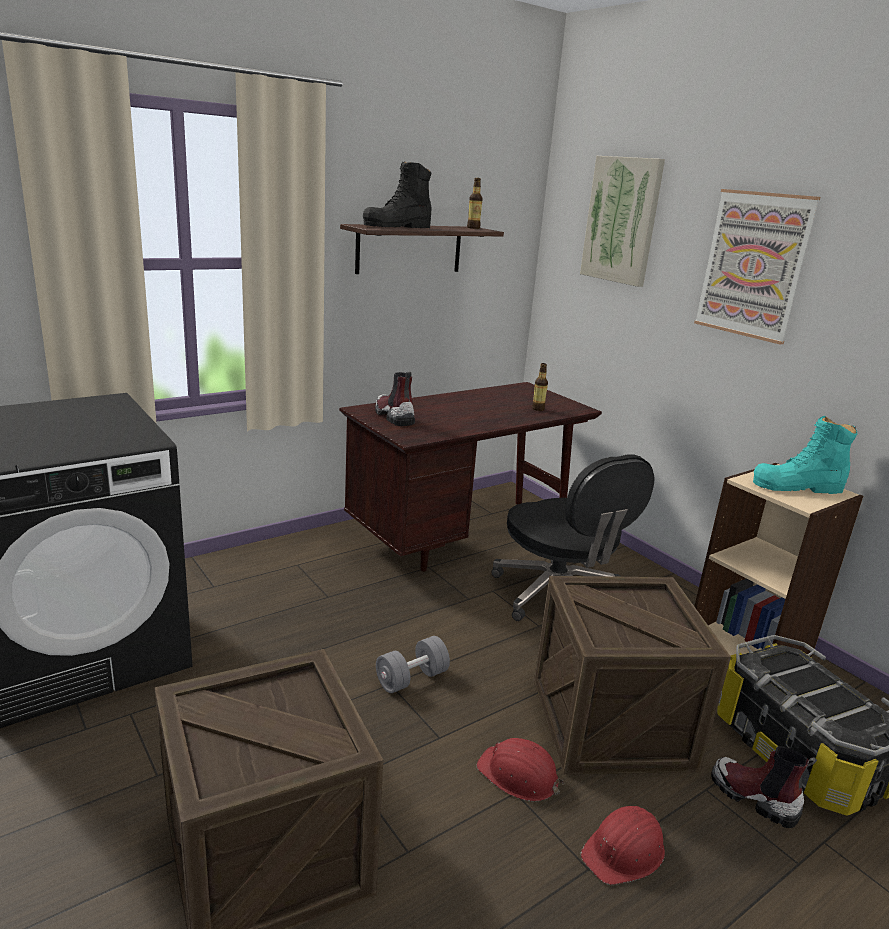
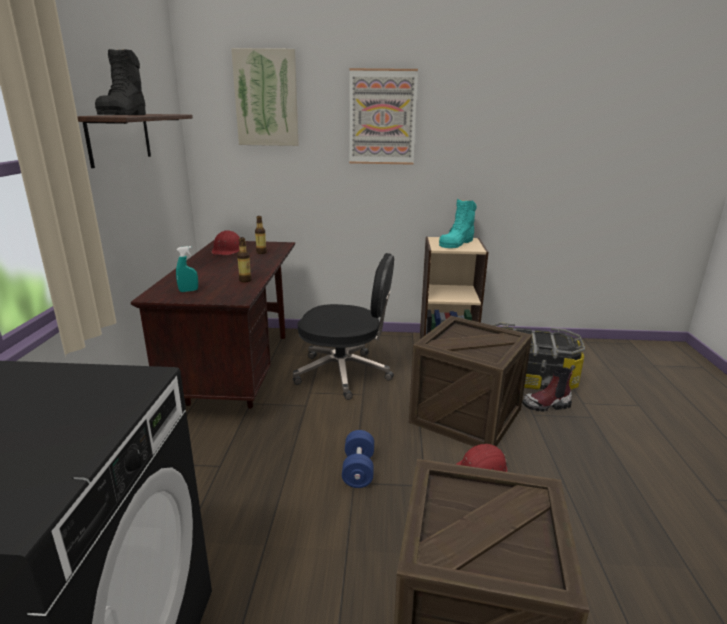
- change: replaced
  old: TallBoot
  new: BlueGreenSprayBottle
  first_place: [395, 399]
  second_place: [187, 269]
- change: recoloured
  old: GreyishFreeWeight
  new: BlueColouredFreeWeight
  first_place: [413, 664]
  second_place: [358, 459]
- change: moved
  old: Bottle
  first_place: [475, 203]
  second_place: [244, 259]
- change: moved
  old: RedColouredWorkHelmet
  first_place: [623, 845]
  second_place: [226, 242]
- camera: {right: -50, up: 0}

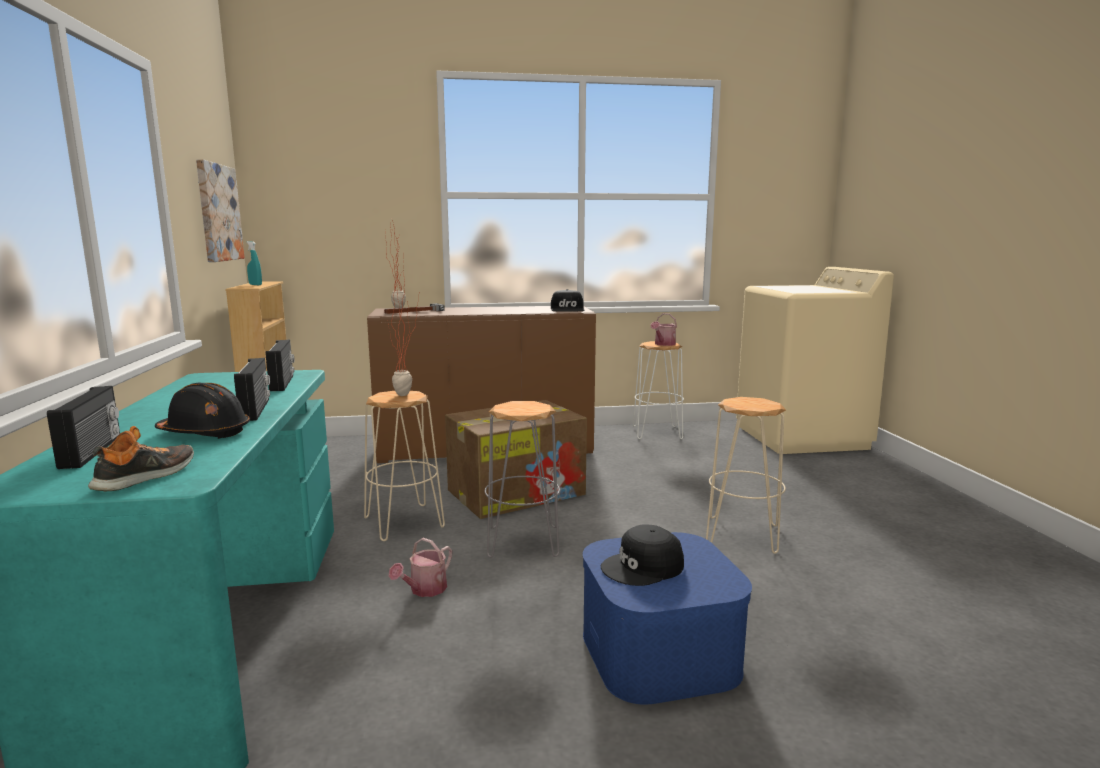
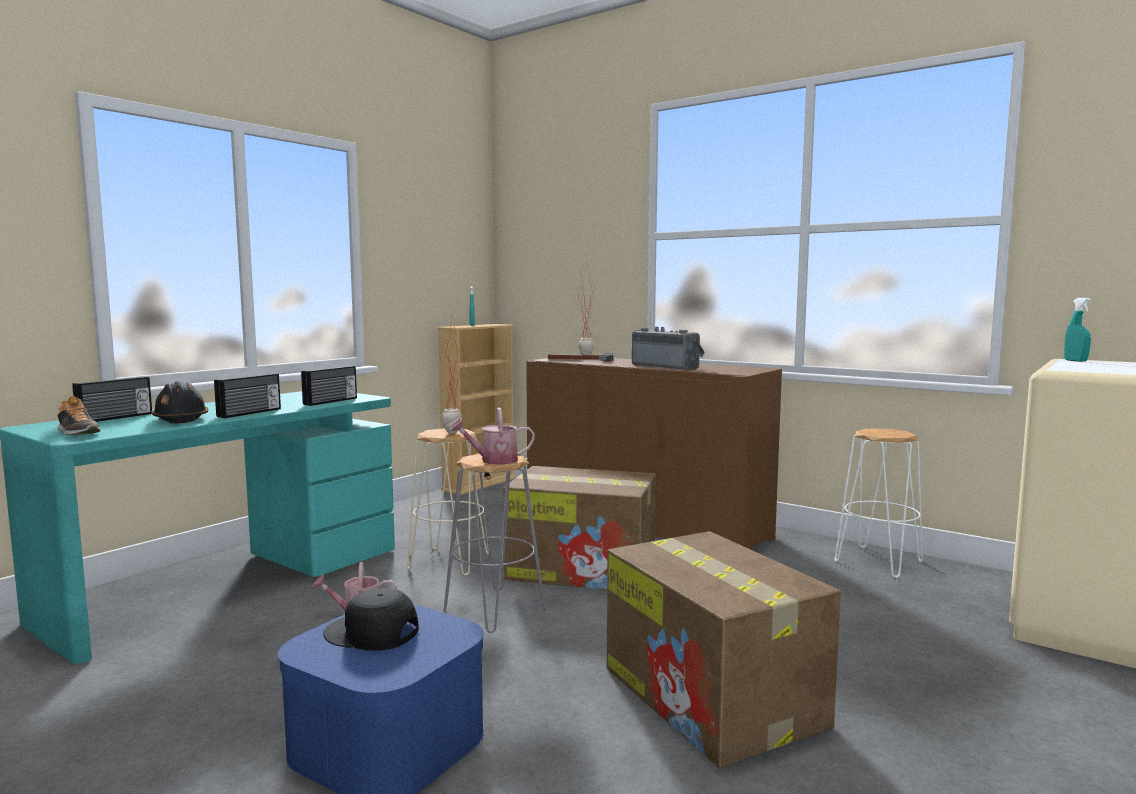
- change: turned
  old: Shoe
  first_place: [141, 458]
  second_place: [79, 415]
  degrees: 60
- change: removed
  old: WallArt
  first_place: [220, 210]
- change: removed
  old: BlackBaseballCap
  first_place: [568, 300]
- change: moved
  old: SprinklingCan
  first_place: [664, 329]
  second_place: [492, 436]
- change: replaced
  old: BeigeColouredStool
  new: CardboardBox
  first_place: [746, 475]
  second_place: [724, 649]
- change: added
  new: Radio
  second_place: [668, 348]
- change: added
  new: BlueGreenSprayBottle
  second_place: [1077, 330]
- camera: {right: 45, up: -5}

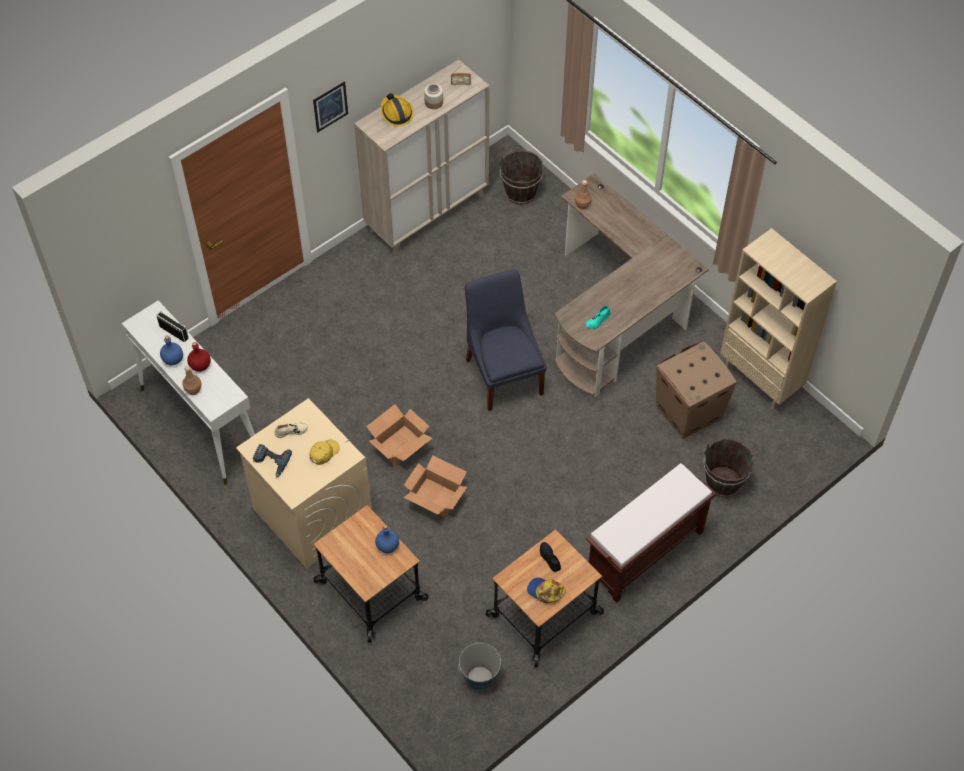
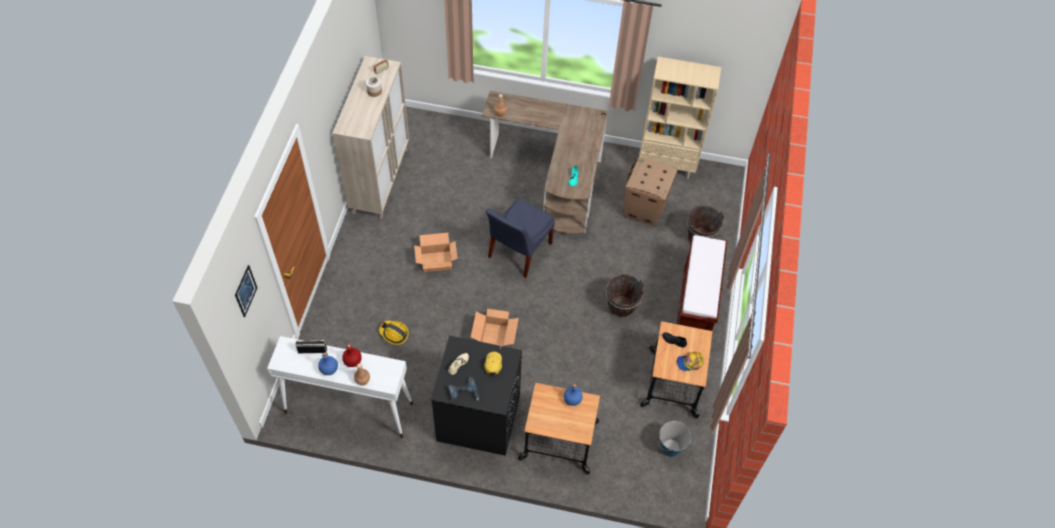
- change: recoloured
  old: BeigeColouredLaundryMachine
  new: BlackLaundryMachine
  first_place: [304, 483]
  second_place: [476, 396]
- change: moved
  old: WallArt
  first_place: [330, 106]
  second_place: [246, 291]
- change: moved
  old: WorkHelmet
  first_place: [397, 110]
  second_place: [394, 333]
- change: moved
  old: CardboardBox
  first_place: [435, 486]
  second_place: [436, 252]
- change: turned
  old: BlueColouredPlainChair
  first_place: [506, 340]
  second_place: [520, 238]
  degrees: -90
- change: moved
  old: BrownBucket
  first_place: [521, 177]
  second_place: [625, 296]
- camera: {right: -40, up: 0}

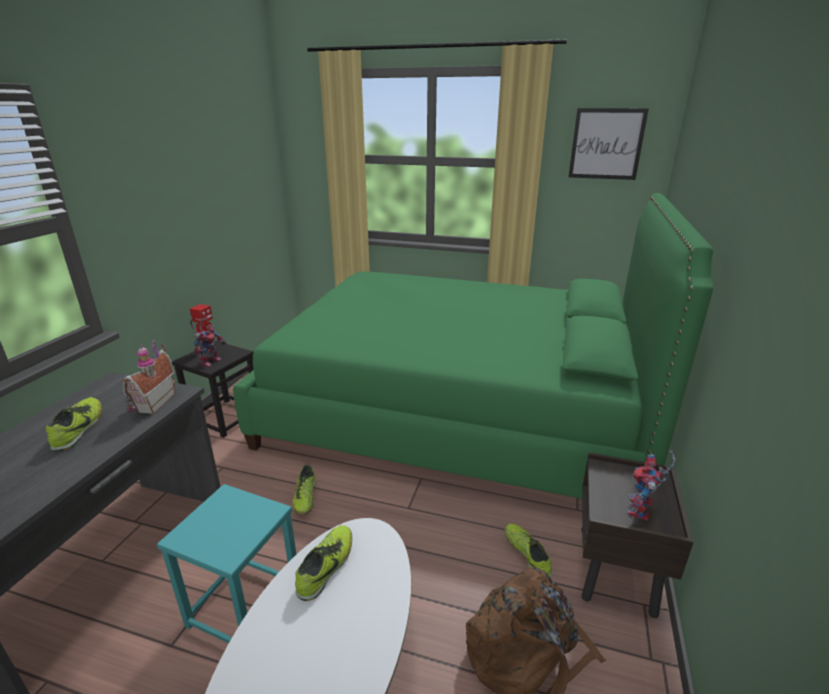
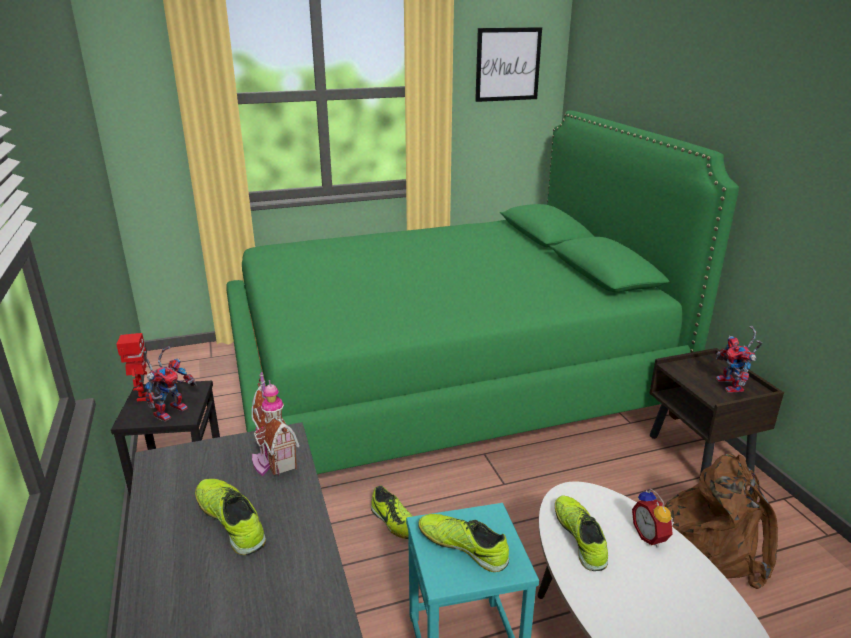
- change: turned
  old: ModelRobot
  first_place: [208, 342]
  second_place: [170, 384]
  degrees: 45
- change: moved
  old: Shoe
  first_place: [528, 551]
  second_place: [463, 543]
- change: added
  new: BedsideClock
  second_place: [653, 518]
- camera: {right: -35, up: 0}

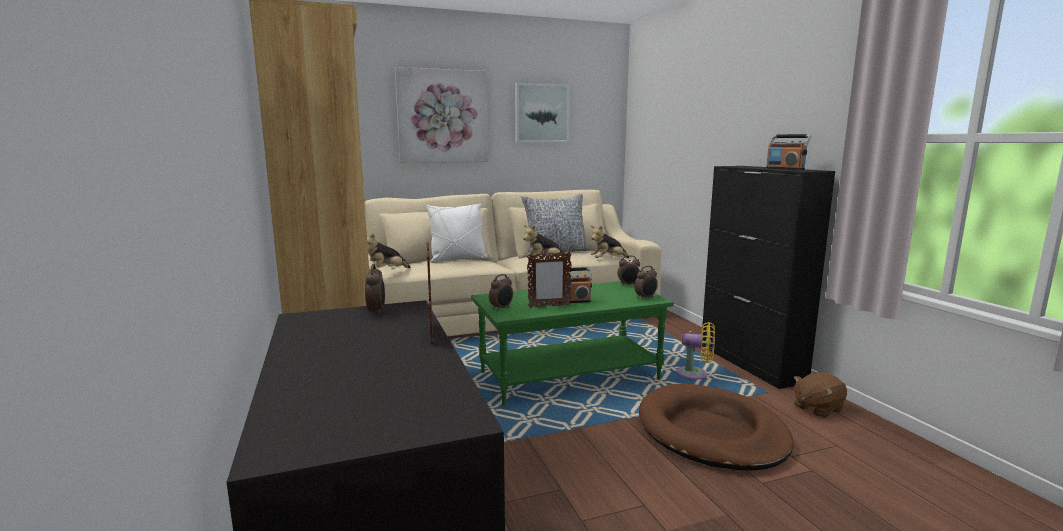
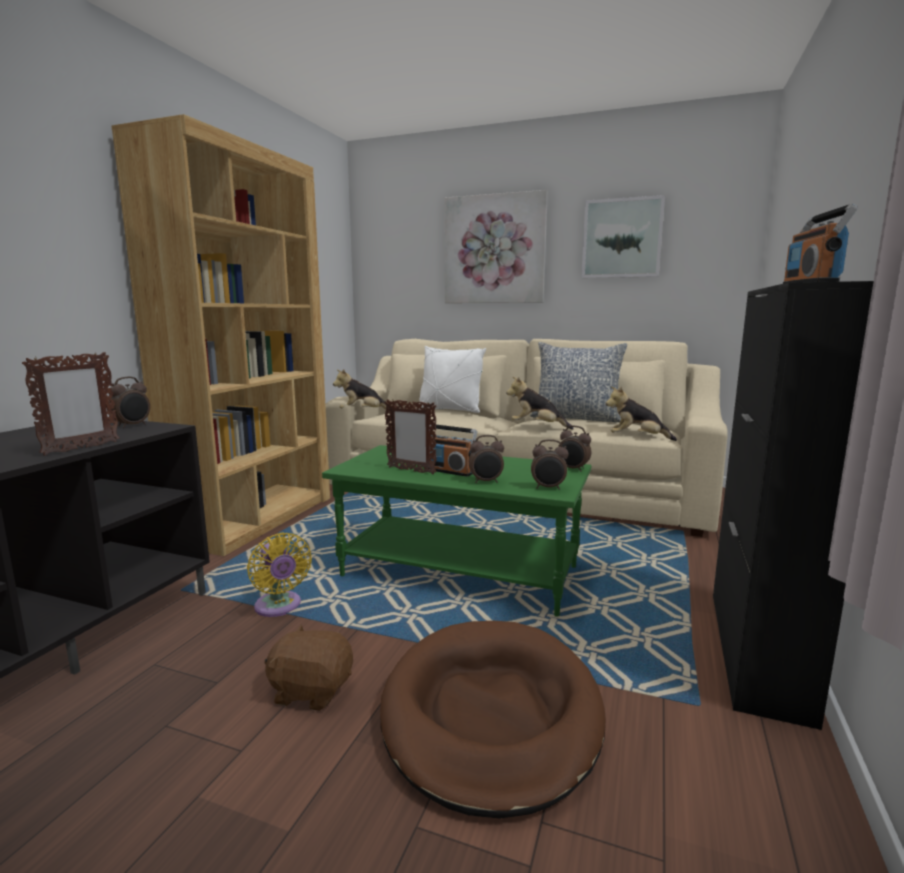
- change: moved
  old: BedsideClock
  first_place: [501, 292]
  second_place: [486, 459]
- change: moved
  old: YellowishFan
  first_place: [695, 351]
  second_place: [279, 574]
- change: moved
  old: BrownPlushToy
  first_place: [820, 395]
  second_place: [308, 667]
- camera: {right: 40, up: 0}

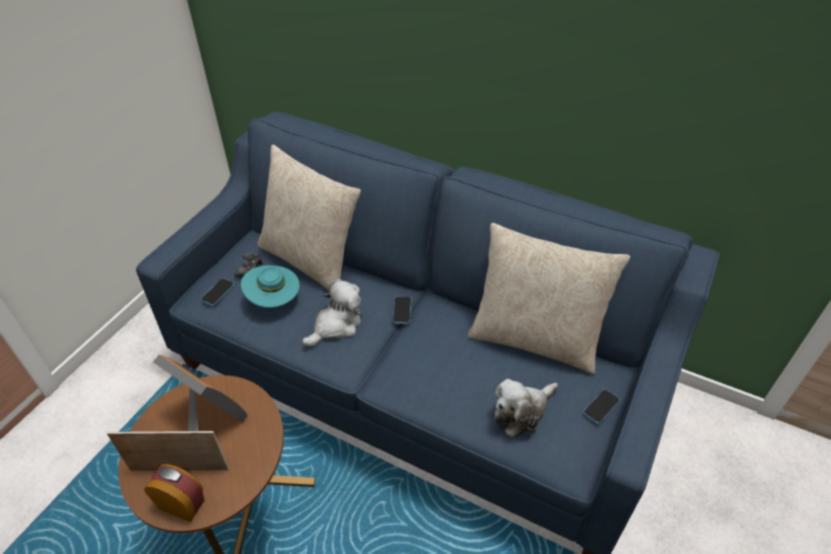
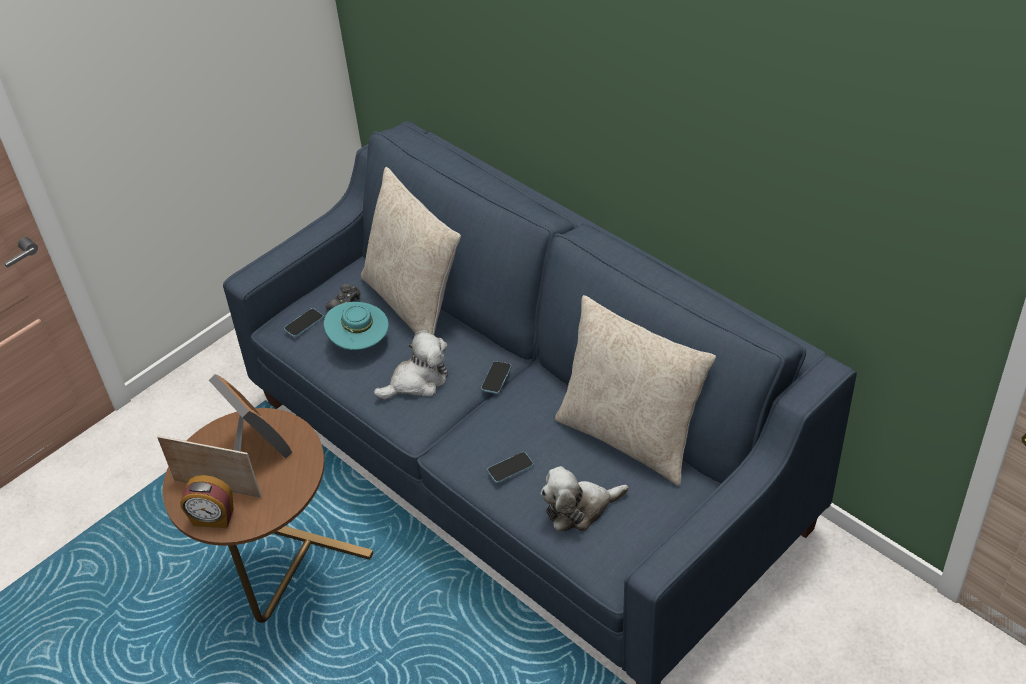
- change: turned
  old: BedsideClock
  first_place: [174, 493]
  second_place: [207, 501]
  degrees: 150
- change: moved
  old: Handset
  first_place: [601, 406]
  second_place: [510, 467]
- camera: {right: 20, up: 0}

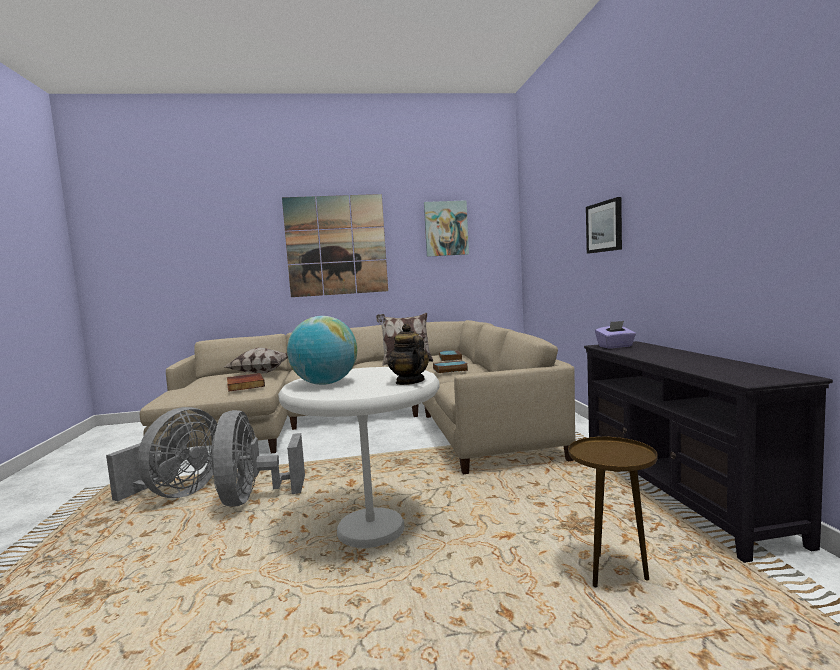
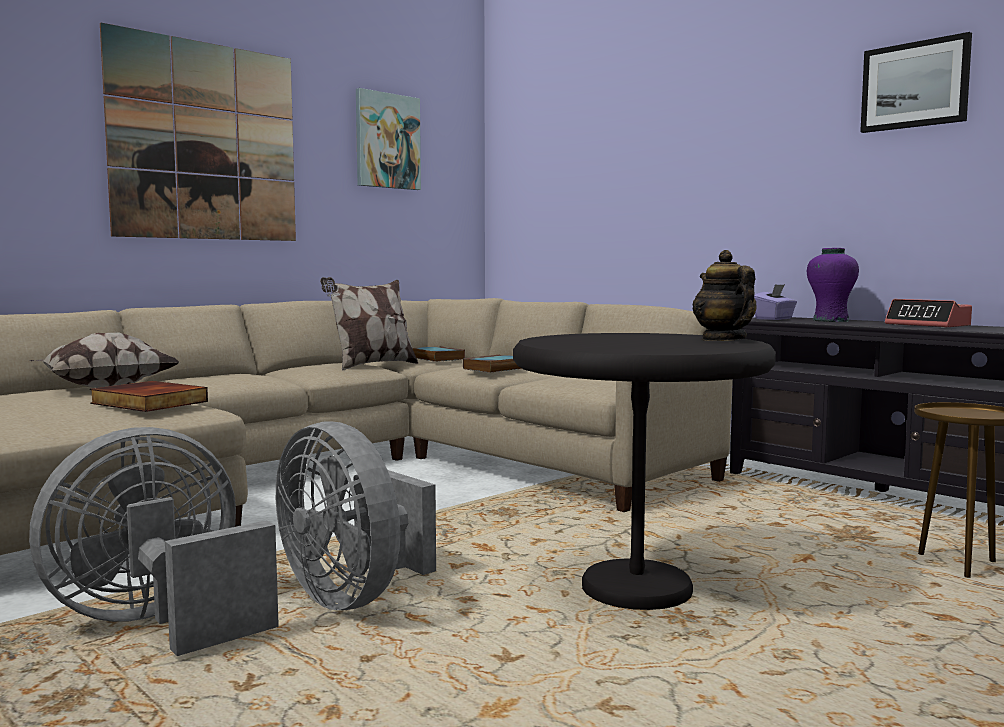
- change: turned
  old: GreyishFan
  first_place: [161, 454]
  second_place: [154, 541]
  degrees: -120
- change: recoloured
  old: WhiteColouredSideTable
  new: BlackSideTable
  first_place: [359, 457]
  second_place: [644, 471]
- change: removed
  old: Globe
  first_place: [322, 350]
- change: turned
  old: Teapot
  first_place: [408, 354]
  second_place: [724, 295]
  degrees: 45
- change: moved
  old: WallArt
  first_place: [604, 225]
  second_place: [916, 82]
- change: added
  new: PurplishDecorativeVase
  second_place: [833, 285]
- change: added
  new: BedsideClock
  second_place: [928, 313]
- camera: {right: -35, up: 0}

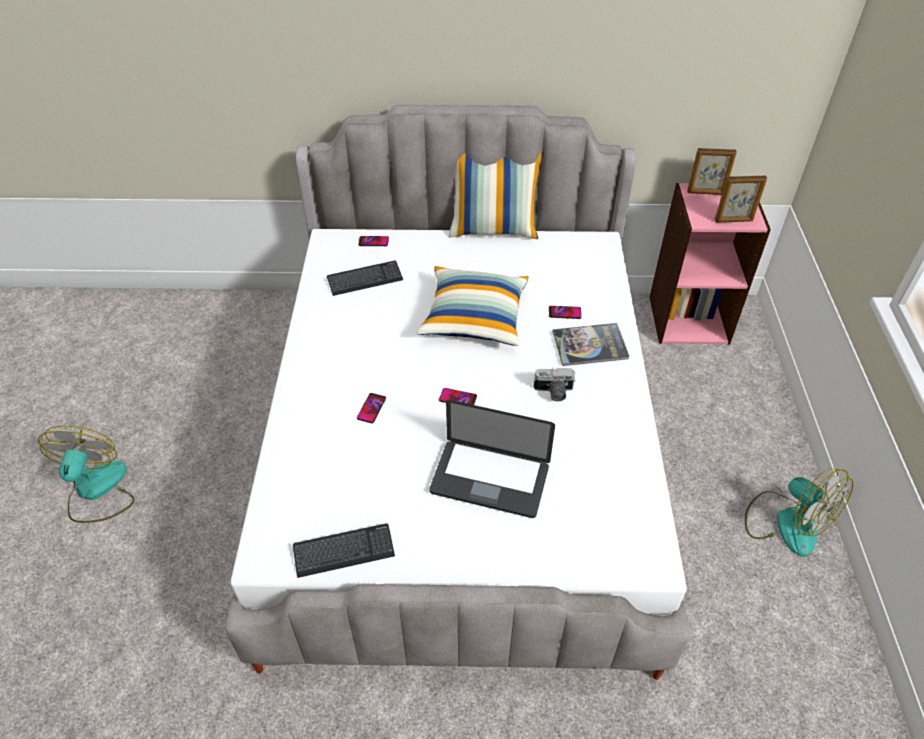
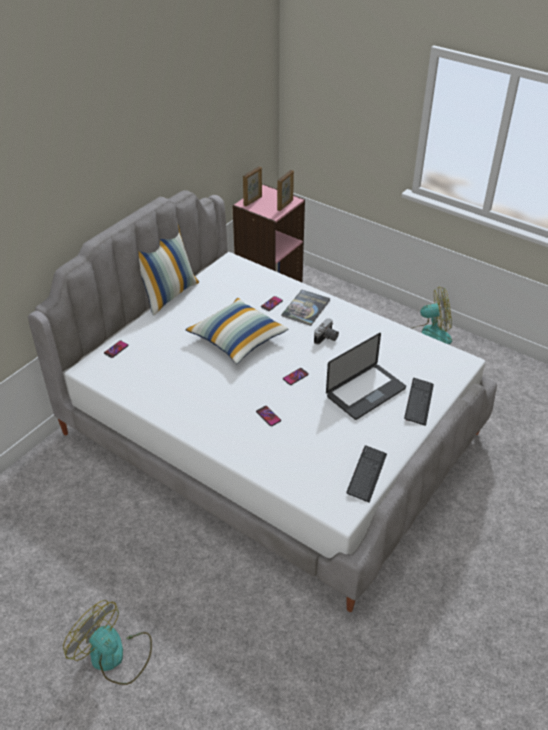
- change: moved
  old: Keyboard
  first_place: [365, 278]
  second_place: [419, 402]
- camera: {right: -55, up: -5}

